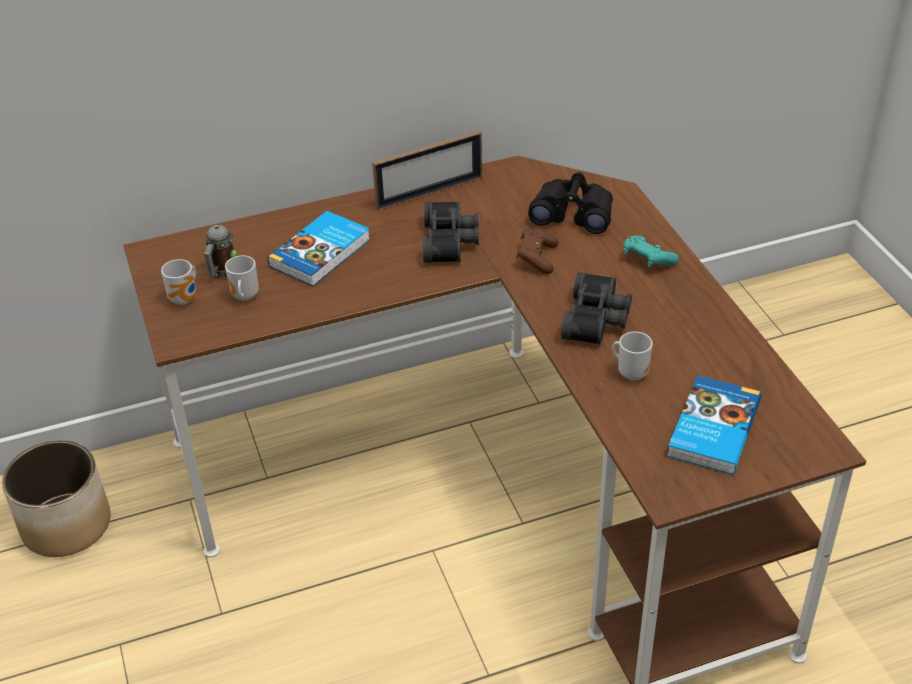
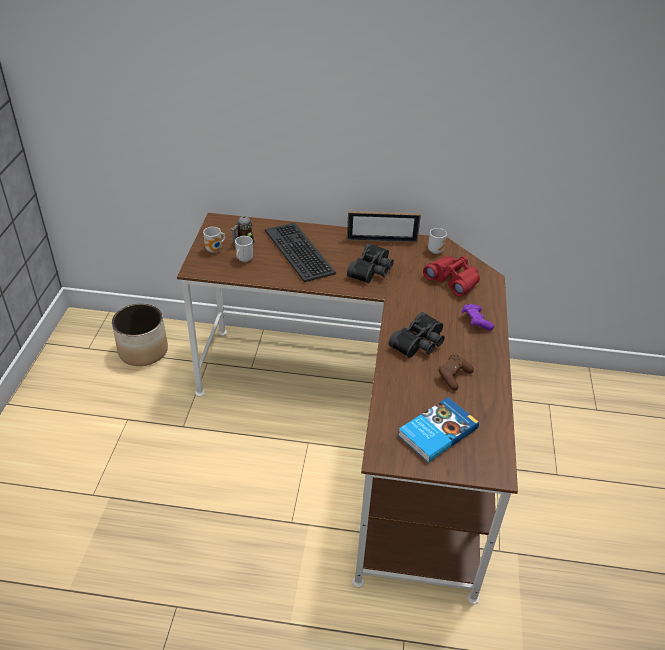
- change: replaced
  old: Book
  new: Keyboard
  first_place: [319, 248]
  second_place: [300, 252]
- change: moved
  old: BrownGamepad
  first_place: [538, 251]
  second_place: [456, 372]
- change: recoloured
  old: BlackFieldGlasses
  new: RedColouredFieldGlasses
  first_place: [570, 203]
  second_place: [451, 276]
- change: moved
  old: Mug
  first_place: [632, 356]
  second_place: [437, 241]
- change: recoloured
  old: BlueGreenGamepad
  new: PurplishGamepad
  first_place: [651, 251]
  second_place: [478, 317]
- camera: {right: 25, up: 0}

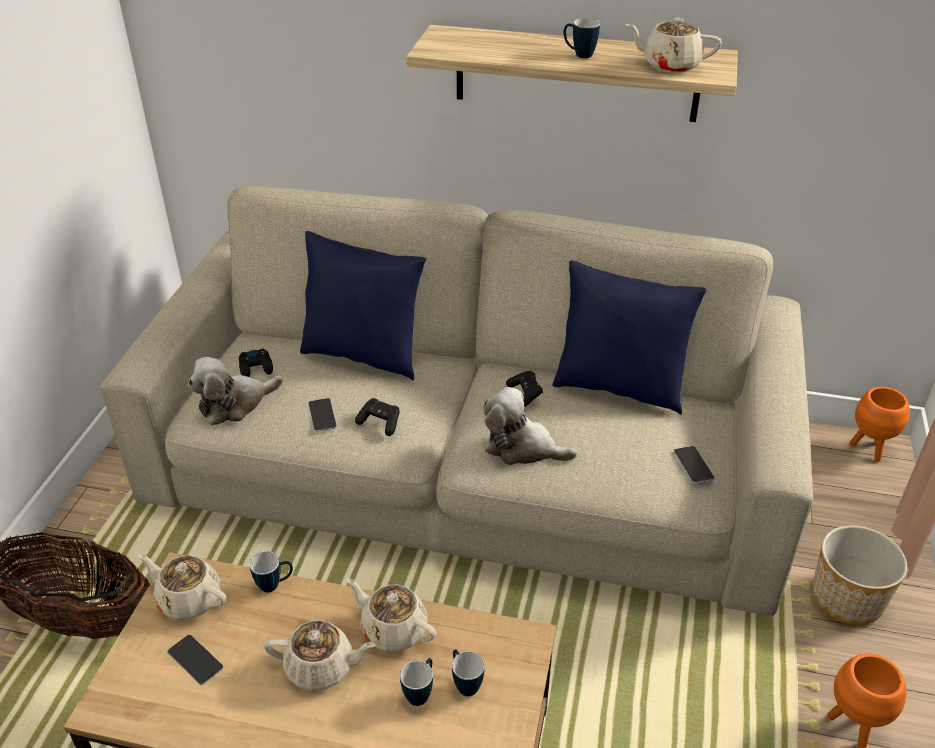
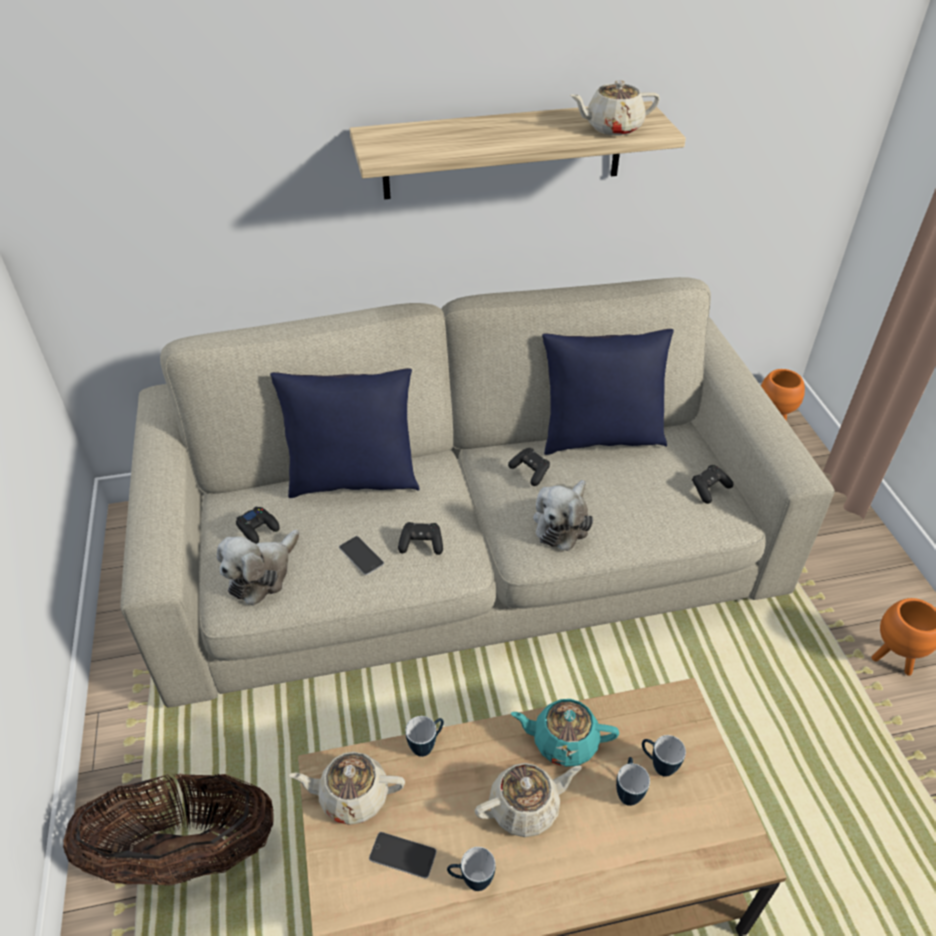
- change: recoloured
  old: BeigeColouredTeapot
  new: BlueGreenTeapot
  first_place: [391, 614]
  second_place: [565, 733]
- change: turned
  old: PlushToy
  first_place: [530, 426]
  second_place: [563, 515]
  degrees: -60
- change: moved
  old: Mug
  first_place: [582, 38]
  second_place: [471, 869]
- change: replaced
  old: Handset
  new: BlackGamepad
  first_place: [694, 464]
  second_place: [712, 484]
- change: removed
  old: PlantPot
  first_place: [859, 575]
- camera: {right: -25, up: 5}

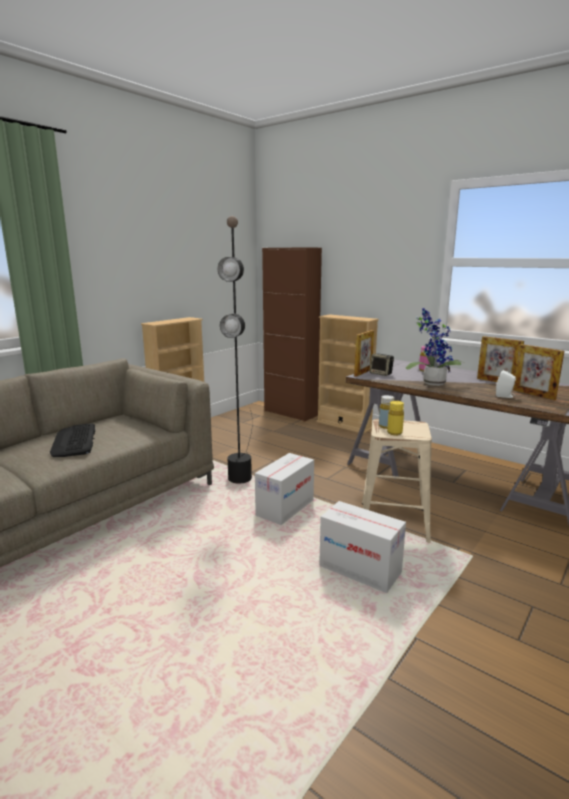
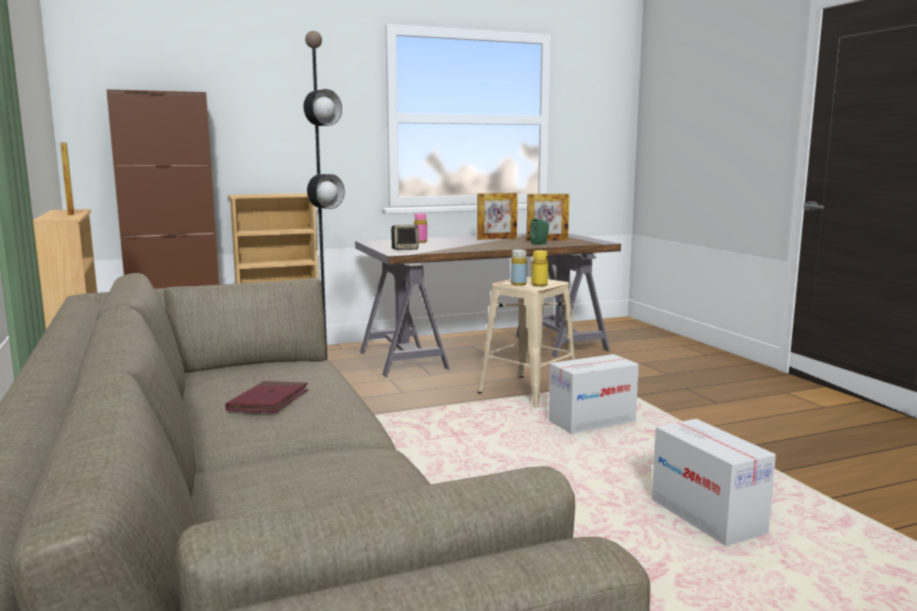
- change: replaced
  old: Keyboard
  new: RedColouredBook
  first_place: [72, 440]
  second_place: [267, 397]
- change: moved
  old: CardboardBox
  first_place: [284, 489]
  second_place: [714, 482]
- change: moved
  old: StandingFrame
  first_place: [364, 353]
  second_place: [67, 179]
- change: removed
  old: PlantInAPot
  first_place: [436, 347]
- change: recoloured
  old: WhiteColouredSpeaker
  new: GreenColouredSpeaker
  first_place: [506, 384]
  second_place: [539, 231]
- camera: {right: -60, up: -5}

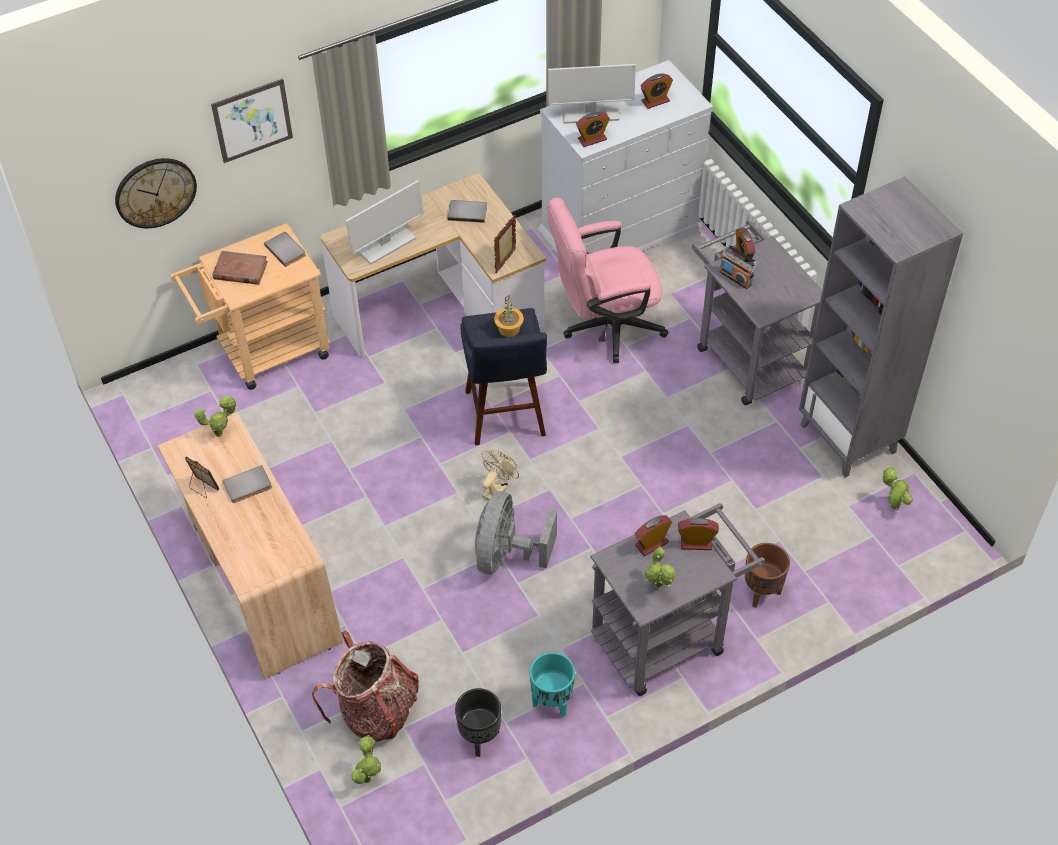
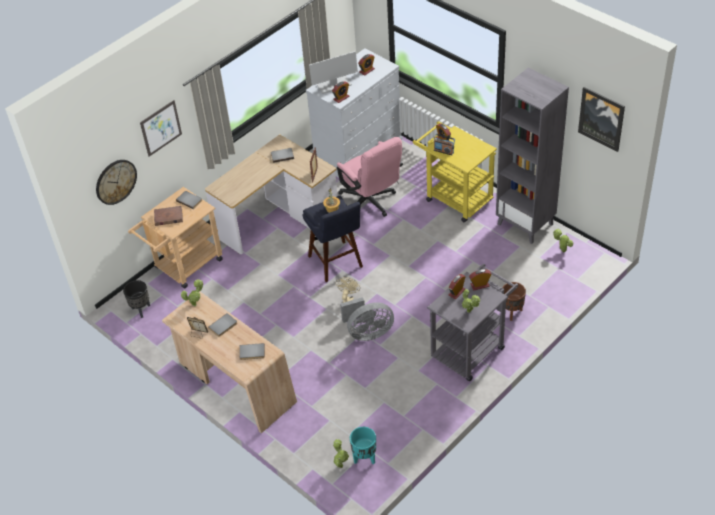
- change: removed
  old: Backpack
  first_place: [365, 686]
- change: removed
  old: ComputerScreen
  first_place: [384, 222]
- change: moved
  old: BlackPlantPot
  first_place: [478, 722]
  second_place: [136, 299]
- change: turned
  old: GreyishFan
  first_place: [516, 532]
  second_place: [367, 319]
  degrees: -105
- change: moved
  old: BlueGreenPlantPot
  first_place: [552, 684]
  second_place: [363, 445]
- change: turned
  old: PinkishDeskChair
  first_place: [607, 280]
  second_place: [370, 177]
  degrees: -90
- change: recoloured
  old: GreyishTrolley
  new: YellowishTrolley
  first_place: [757, 312]
  second_place: [455, 171]
- change: added
  new: GreyishBook
  second_place: [252, 351]
- change: added
  new: WallArt
  second_place: [601, 119]
- camera: {right: -15, up: -5}

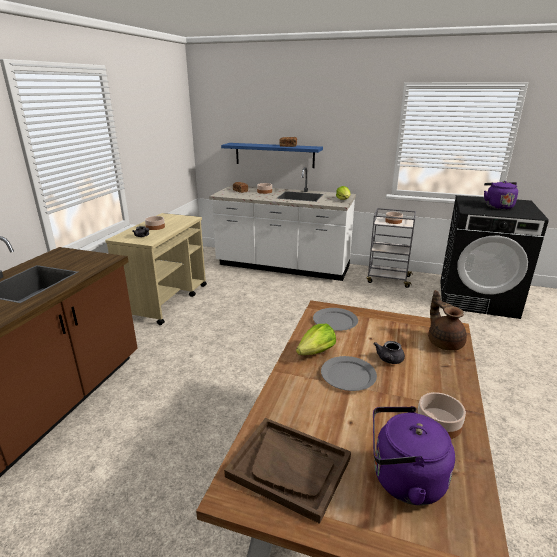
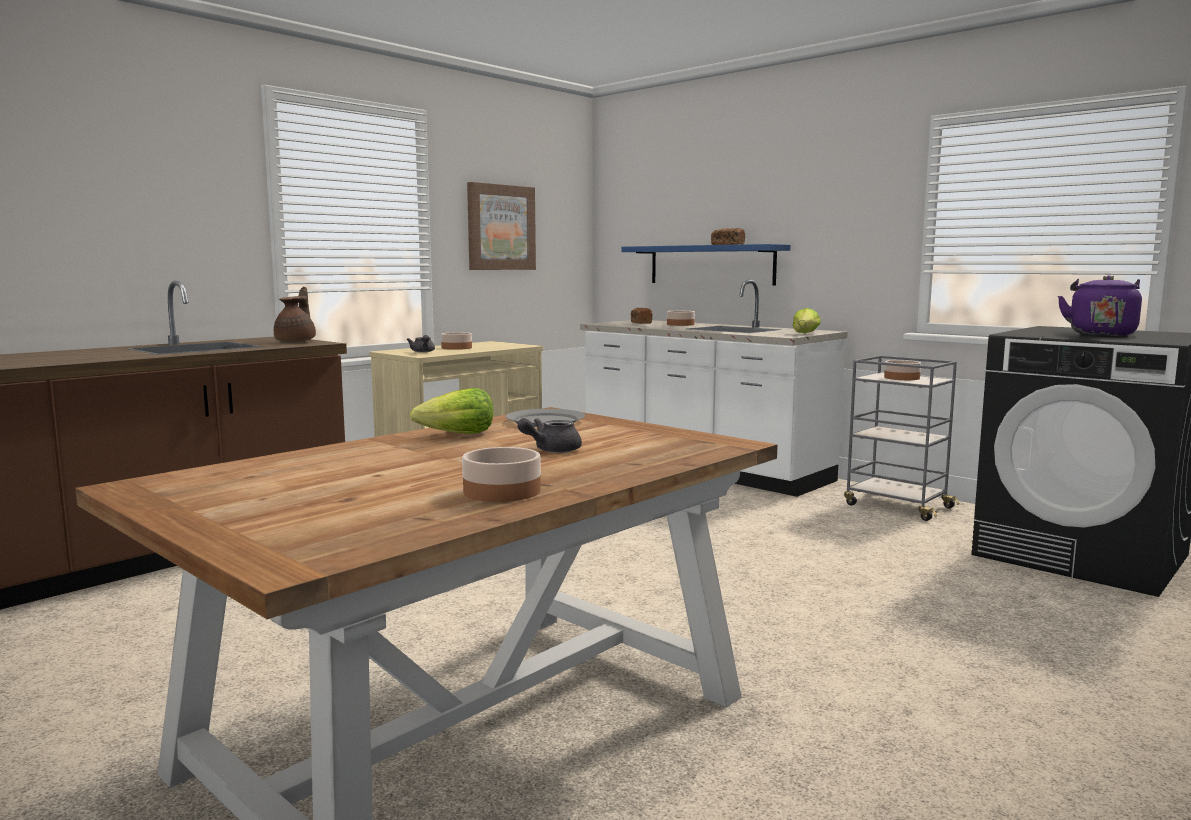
- change: removed
  old: BrownServingTray
  first_place: [287, 471]
- change: removed
  old: GreyishFlatDish
  first_place: [349, 373]
- change: removed
  old: PurplishKettle
  first_place: [414, 455]
- change: moved
  old: BrownTeapot
  first_place: [447, 320]
  second_place: [295, 314]
- change: added
  new: WallArt
  second_place: [501, 226]
- camera: {right: 25, up: -15}

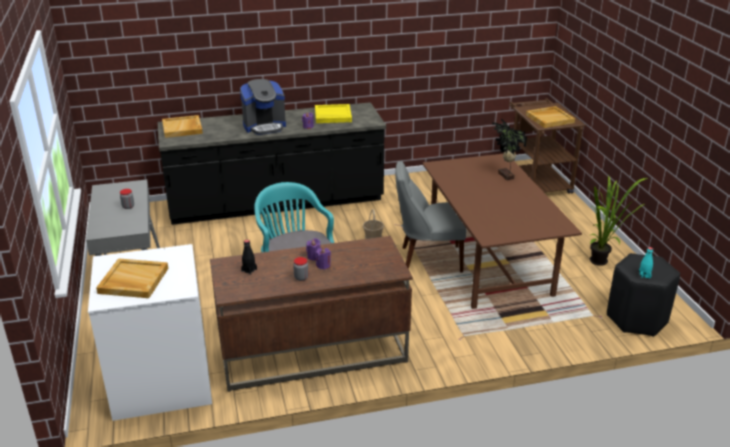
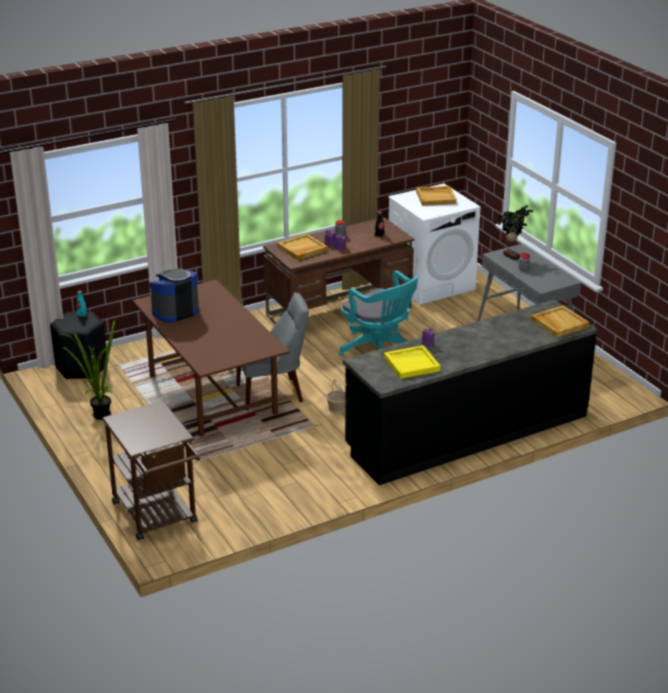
- change: moved
  old: CoffeeMachine
  first_place: [263, 107]
  second_place: [174, 295]
- change: moved
  old: PlantInAPot
  first_place: [509, 149]
  second_place: [515, 232]
- change: moved
  old: BeigeColouredServingTray
  first_place: [550, 117]
  second_place: [302, 247]
- camera: {right: 165, up: 0}

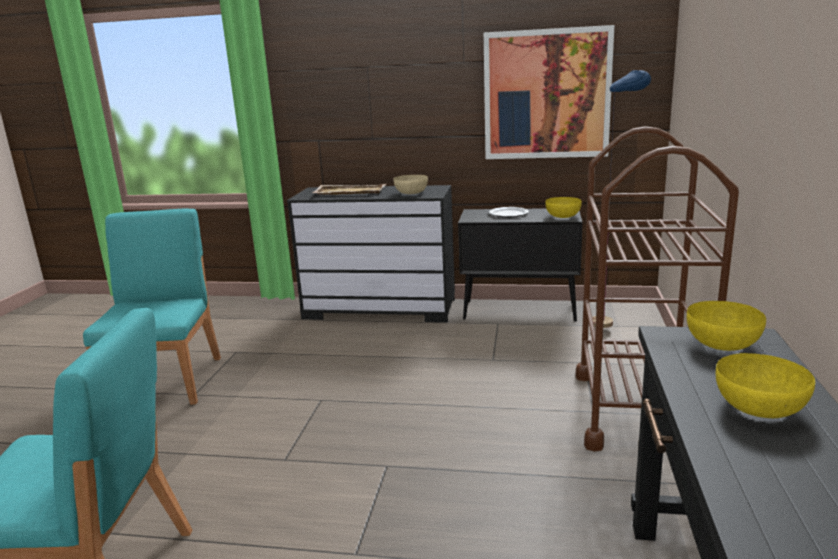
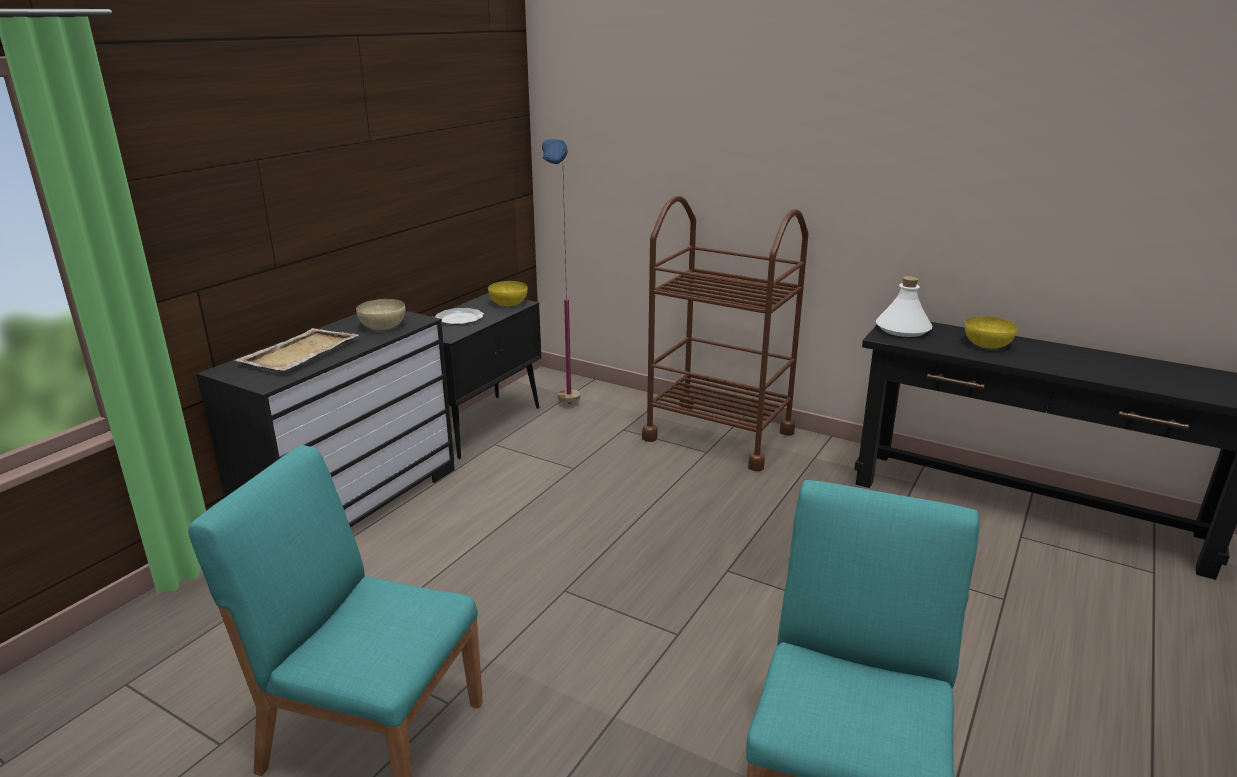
- change: removed
  old: WallArt
  first_place: [549, 92]
- change: replaced
  old: YellowishDeepDish
  new: WhiteColouredBottle
  first_place: [726, 326]
  second_place: [904, 306]
- camera: {right: -70, up: 5}

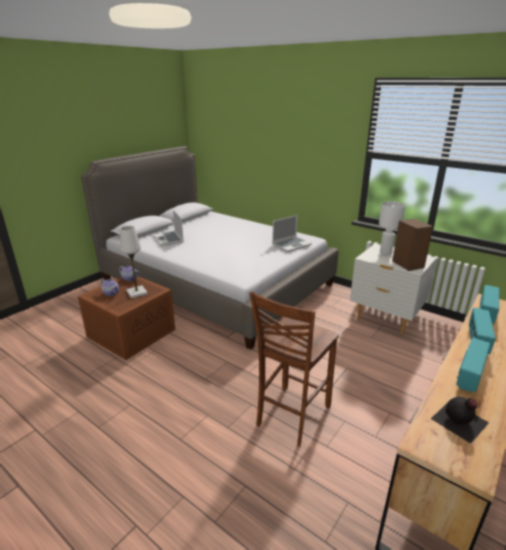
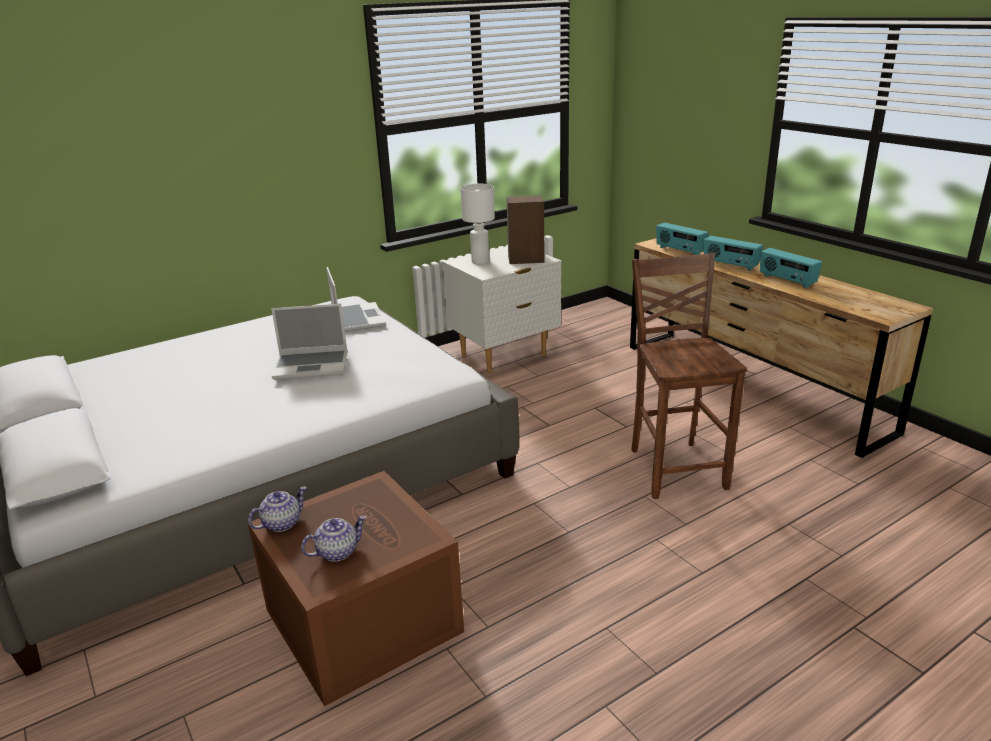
- change: removed
  old: WhiteColouredTabletopLamp
  first_place: [134, 262]
- change: moved
  old: Laptop
  first_place: [168, 228]
  second_place: [309, 341]
- change: turned
  old: BrownPlainChair
  first_place: [294, 369]
  second_place: [689, 375]
  degrees: -150
- change: removed
  old: BlackBottle
  first_place: [460, 420]
- camera: {right: -70, up: 0}

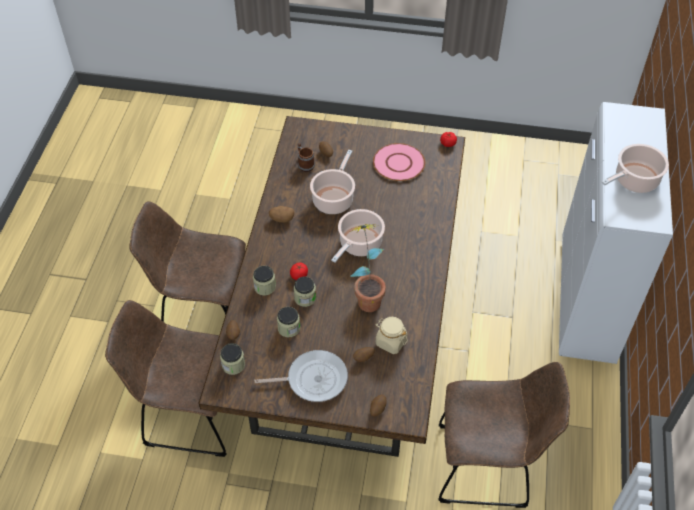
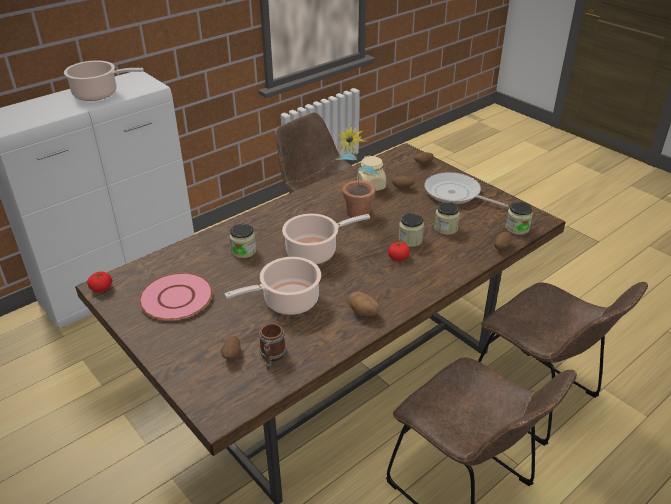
- change: moved
  old: Jar
  first_place: [264, 281]
  second_place: [243, 241]
- camera: {right: -140, up: -15}

